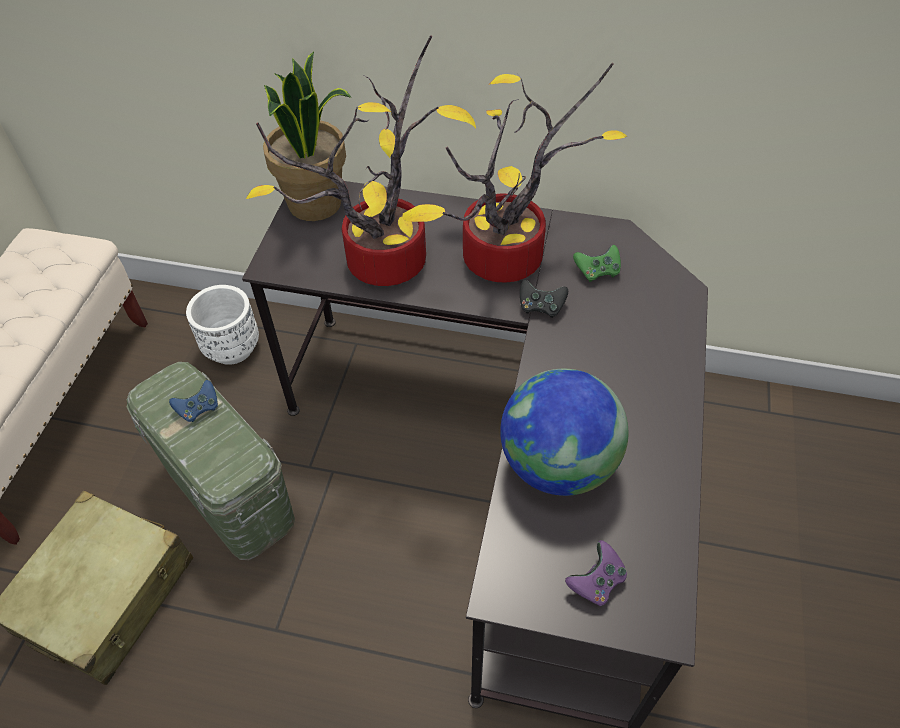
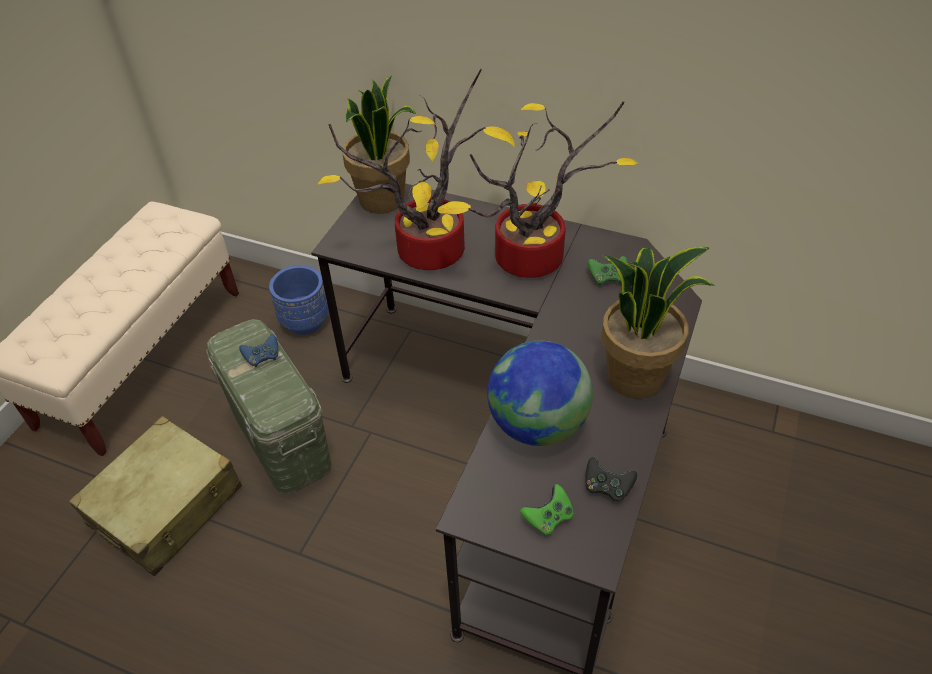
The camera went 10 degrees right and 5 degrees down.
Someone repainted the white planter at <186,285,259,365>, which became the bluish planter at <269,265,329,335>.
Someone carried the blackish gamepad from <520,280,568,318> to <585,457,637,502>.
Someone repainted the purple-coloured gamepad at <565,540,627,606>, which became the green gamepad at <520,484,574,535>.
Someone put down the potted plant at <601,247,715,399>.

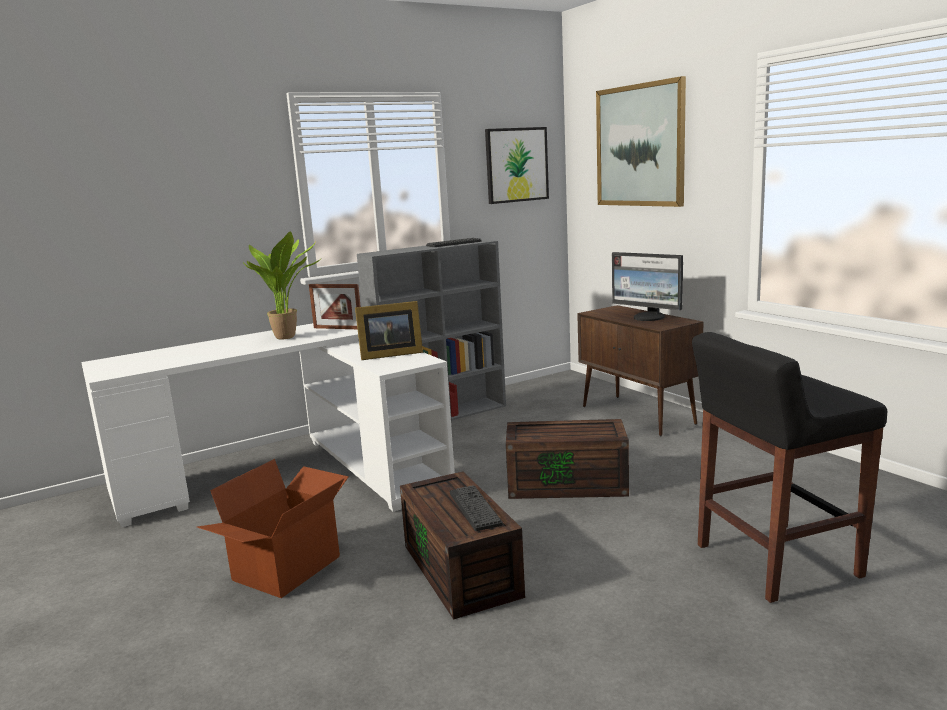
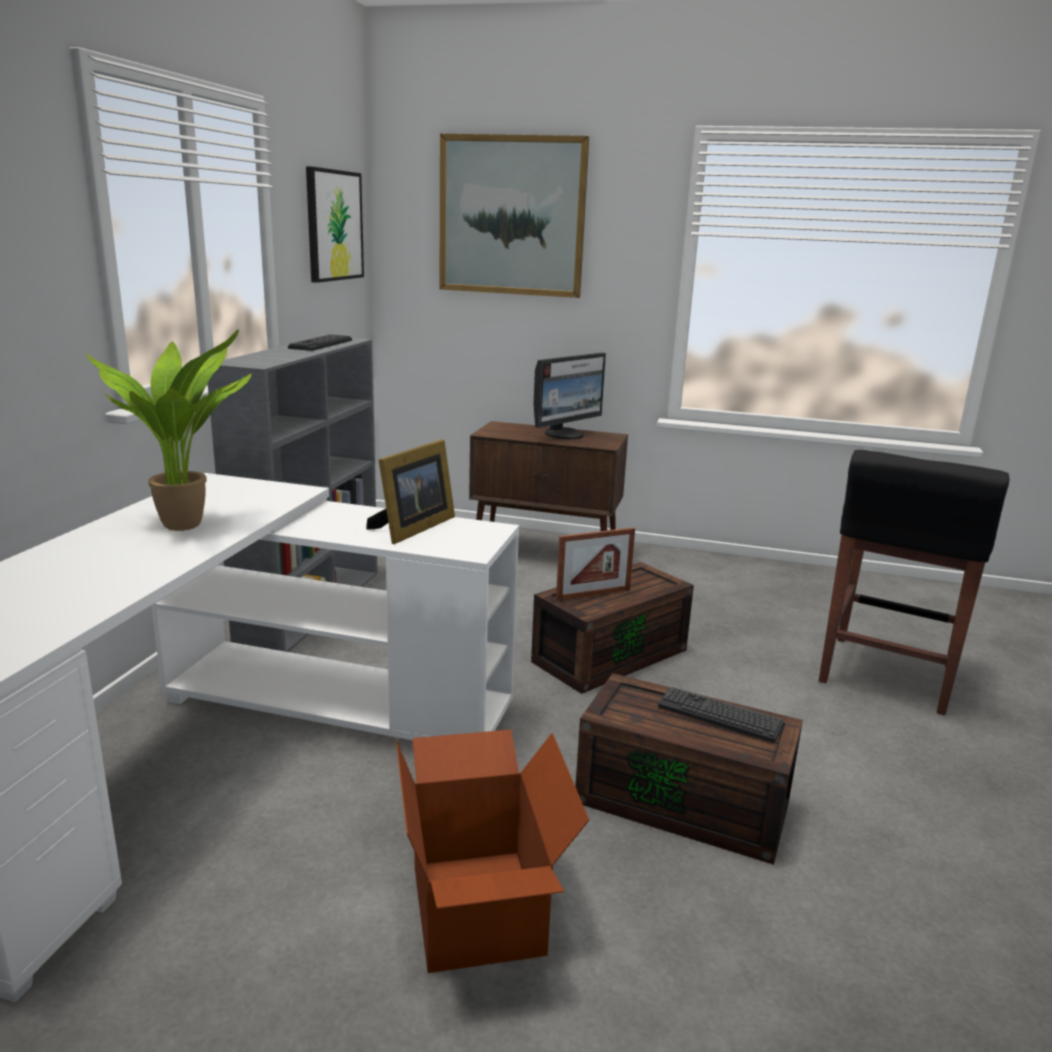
The camera went 45 degrees left and 5 degrees up.
Someone carried the picture frame from <309,284,361,329> to <556,528,635,601>.
Someone rotated the computer screen at <612,252,683,321> by 45 degrees counterclockwise.

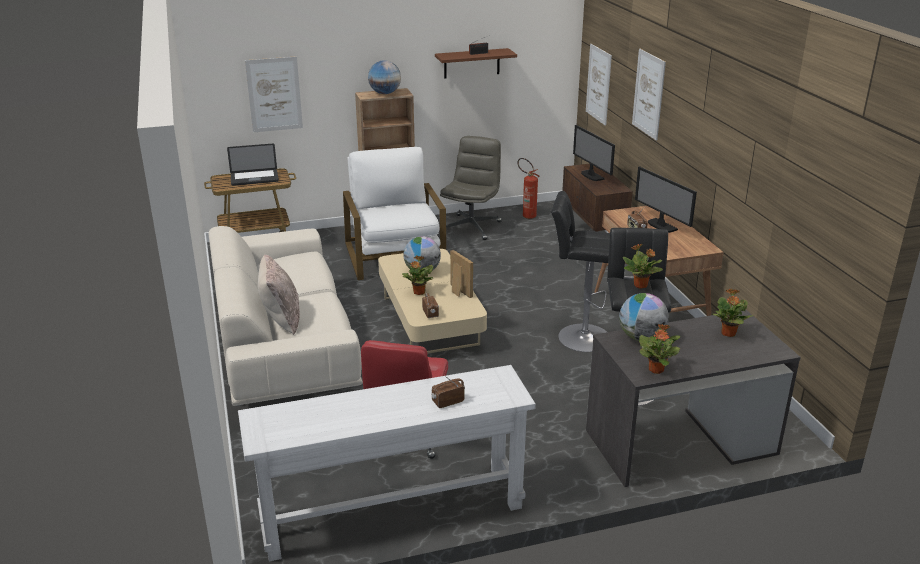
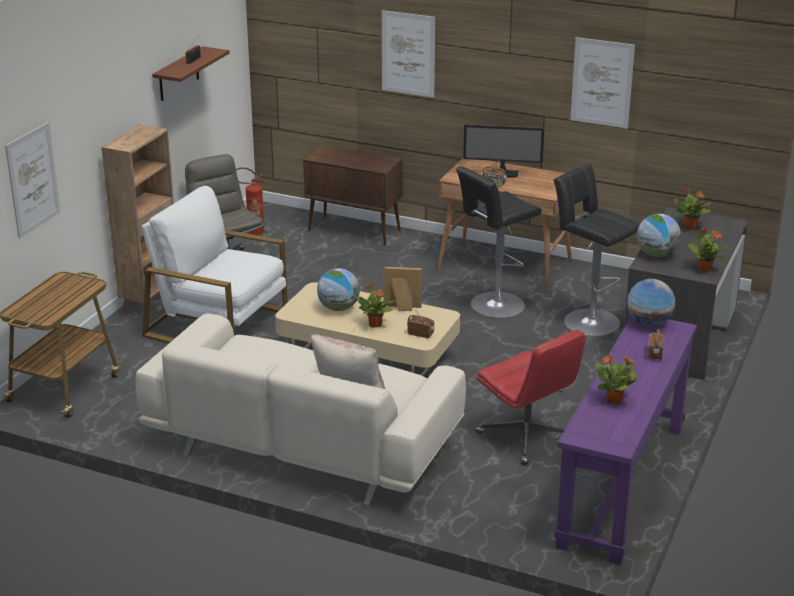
The camera went 50 degrees left and 0 degrees up.
Someone took away the portable computer at <227,144,279,186>.
Someone repainted the white hall table at <238,365,536,562>, which became the purple-coloured hall table at <554,317,697,565>.
Someone carried the world globe from <368,60,401,94> to <627,279,675,327>.
Someone took away the computer screen at <573,125,615,181>.
Someone carried the wall art from <586,44,612,126> to <570,37,635,129>.
Someone carried the potted plant from <623,244,663,289> to <595,354,639,404>.

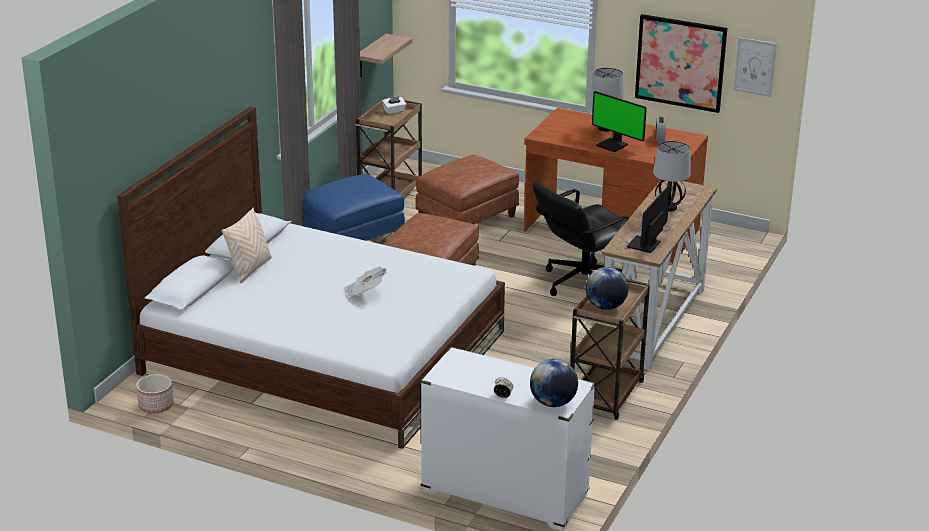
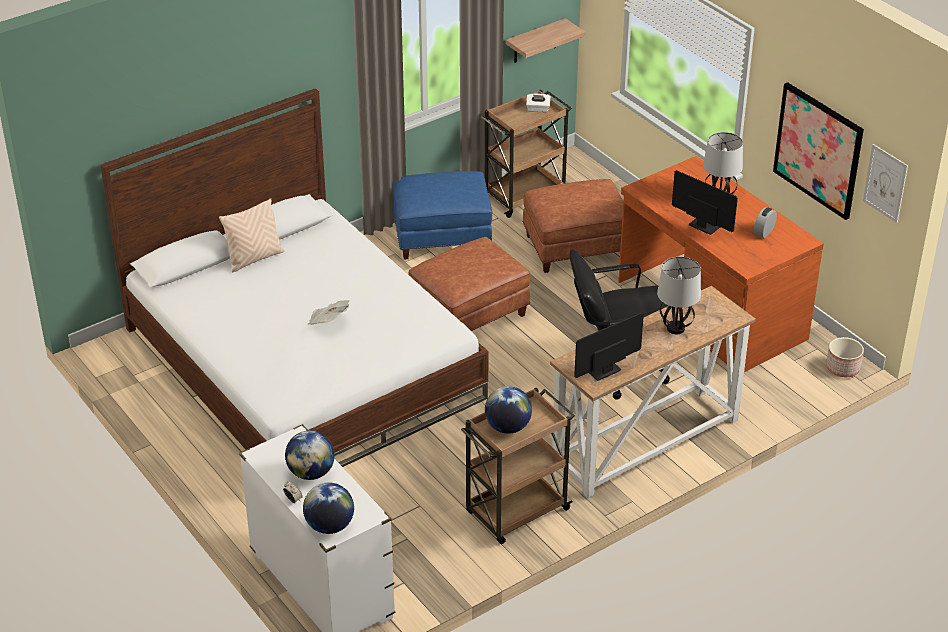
The camera went 30 degrees right and 10 degrees up.
Someone carried the planter from <136,374,174,414> to <826,337,864,377>.
Someone rotated the computer screen at <592,91,647,152> by 150 degrees clockwise.
Someone put down the world globe at <285,430,335,480>.

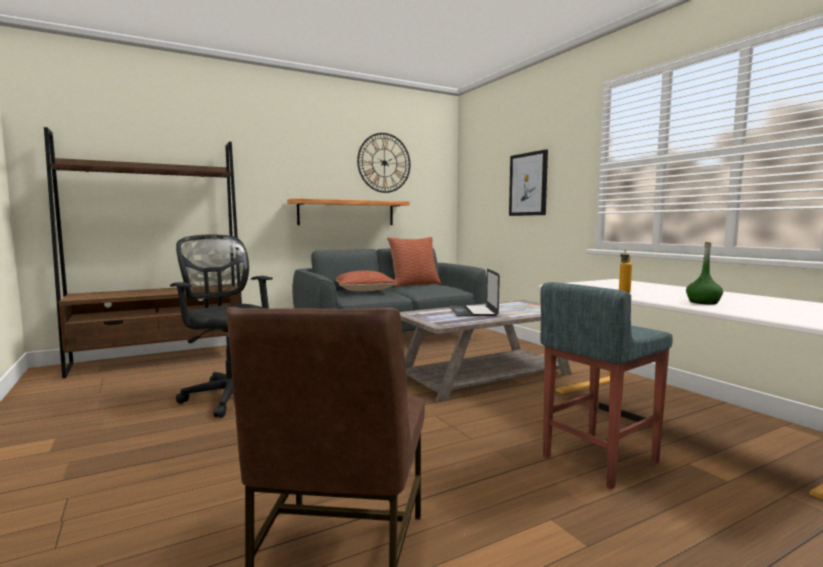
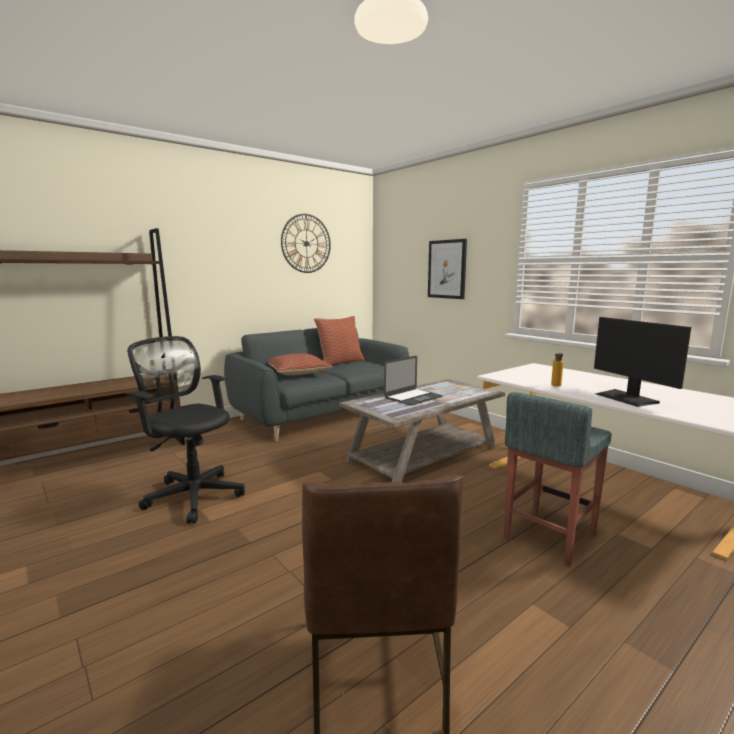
The camera went 10 degrees left and 5 degrees up.
Someone took away the shelf at <287,198,410,225>.
Someone rotated the portable computer at <450,269,500,316> by 120 degrees counterclockwise.
Someone swapped the green bottle at <686,242,723,304> for the computer screen at <594,317,691,407>.

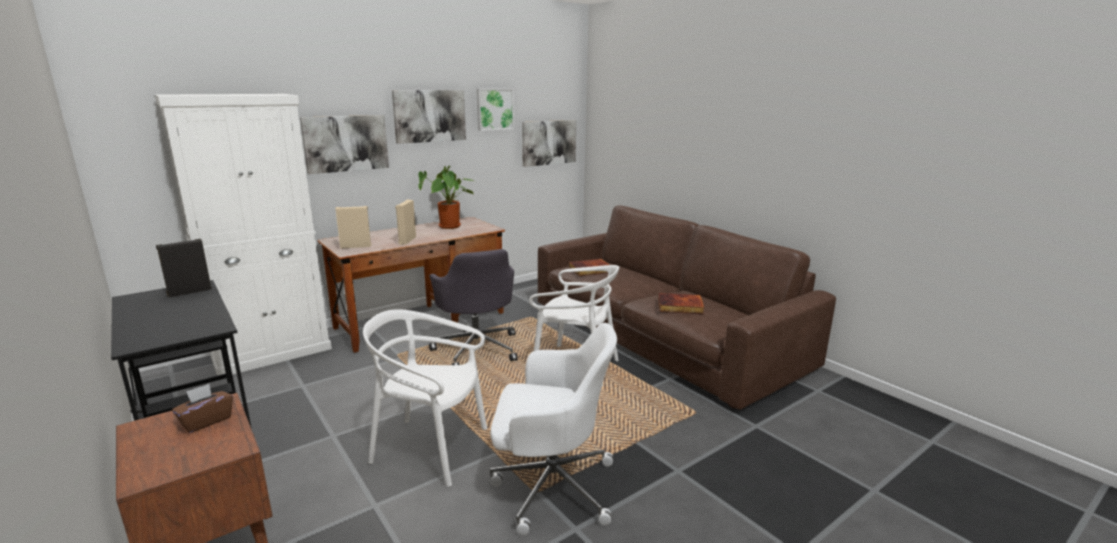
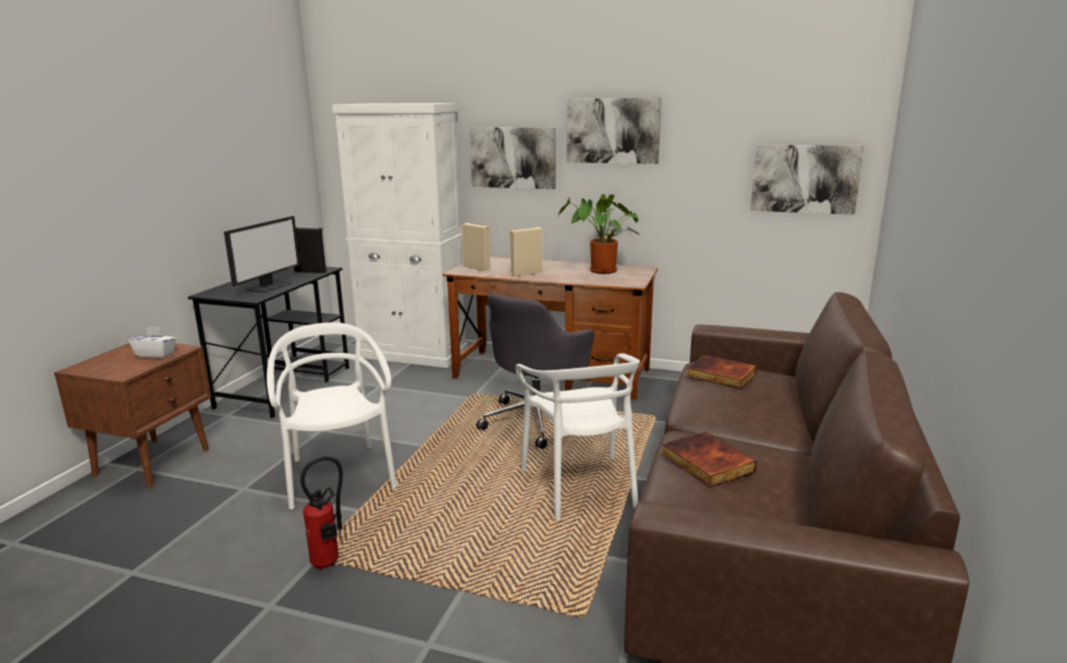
The camera went 55 degrees right and 0 degrees up.
Someone repainted the brown-coloured tissue holder at <172,384,233,433>, which became the white tissue holder at <129,326,176,358>.
Someone took away the wall art at <476,89,514,131>.
Someone swapped the white office chair at <490,323,617,536> for the extinguisher at <300,456,343,570>.
Someone put down the computer screen at <224,216,300,293>.

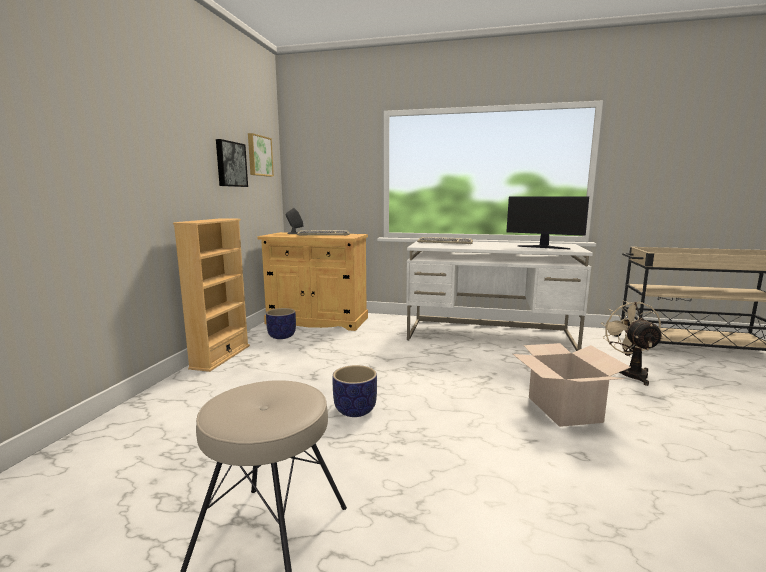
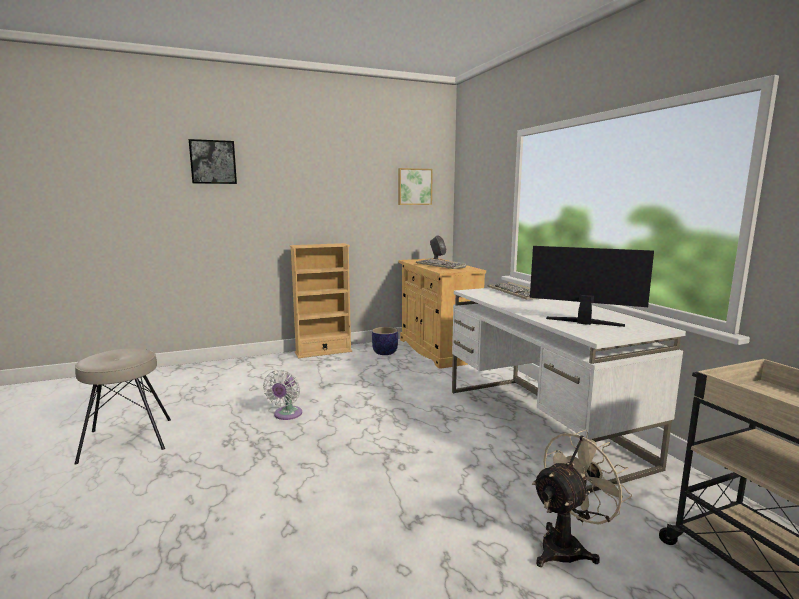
The camera went 55 degrees right and 0 degrees up.
Someone carried the wall art from <216,139,248,187> to <189,139,237,184>.
Someone swapped the planter at <333,365,377,417> for the white fan at <263,370,302,420>.
Someone rotated the computer screen at <506,197,589,250> by 120 degrees clockwise.
Someone took away the packing box at <513,343,631,427>.

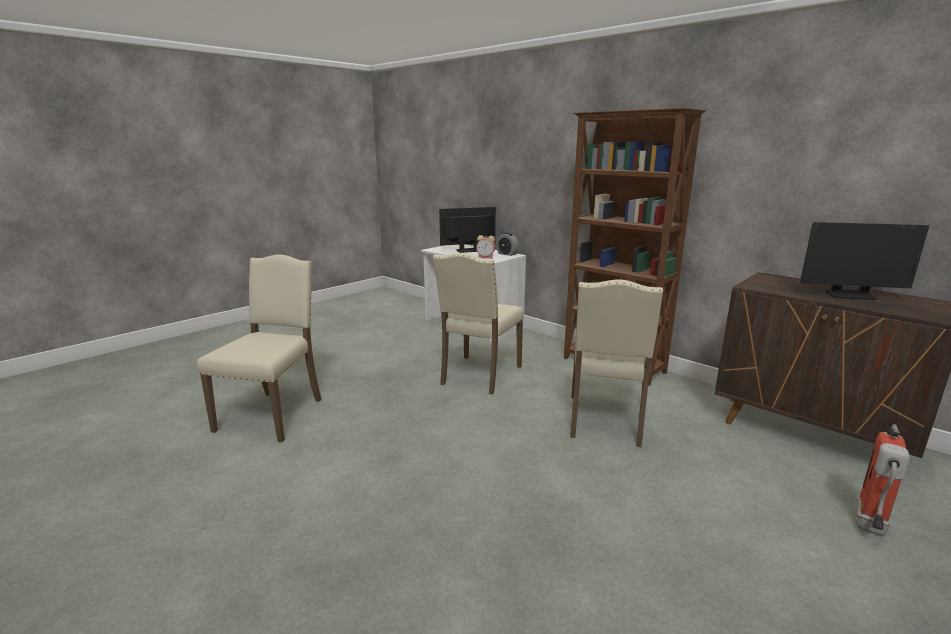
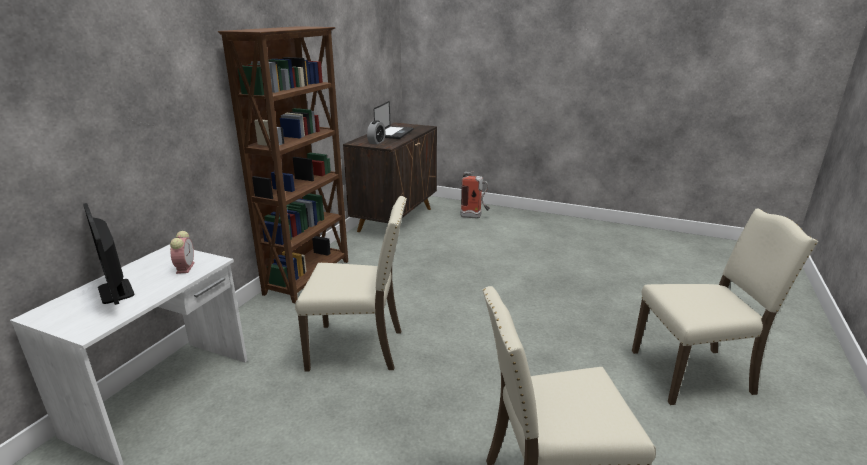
The camera went 110 degrees left and 5 degrees up.
Someone carried the bedside clock from <496,233,519,256> to <367,120,385,144>.
Someone carried the beige chair from <570,279,663,447> to <632,209,818,405>.
Someone swapped the computer screen at <800,222,929,300> for the portable computer at <374,101,414,139>.

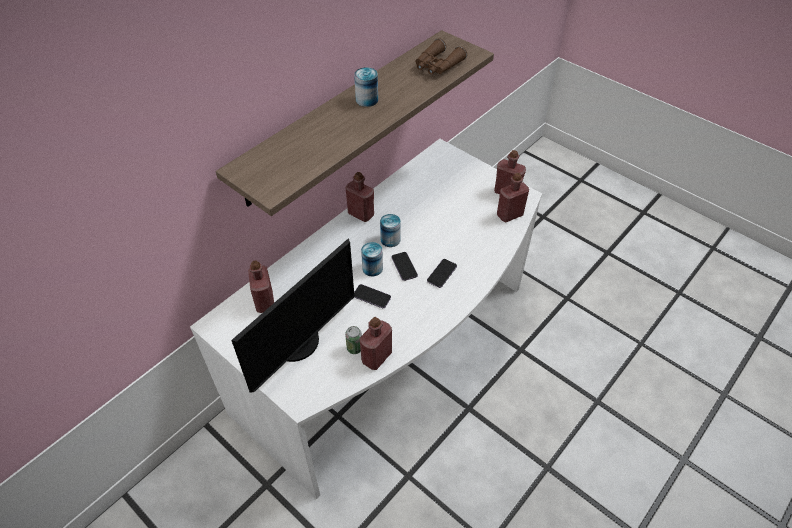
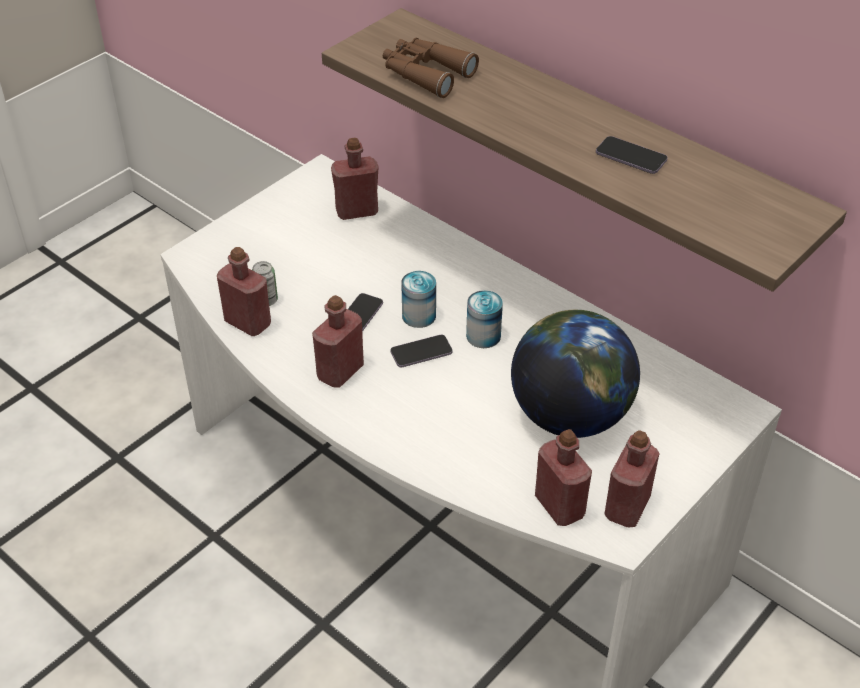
The camera went 90 degrees right and 5 degrees down.
Someone took away the computer screen at <231,238,355,392>.
Someone carried the red-coloured bottle from <345,172,374,222> to <312,295,364,388>.
Someone took away the can at <354,67,378,107>.
Someone carried the brown-coloured field glasses from <416,38,467,75> to <383,38,479,98>.
Someone carried the phone from <427,259,457,288> to <596,136,668,174>.
Someone put down the world globe at <511,310,640,438>.

